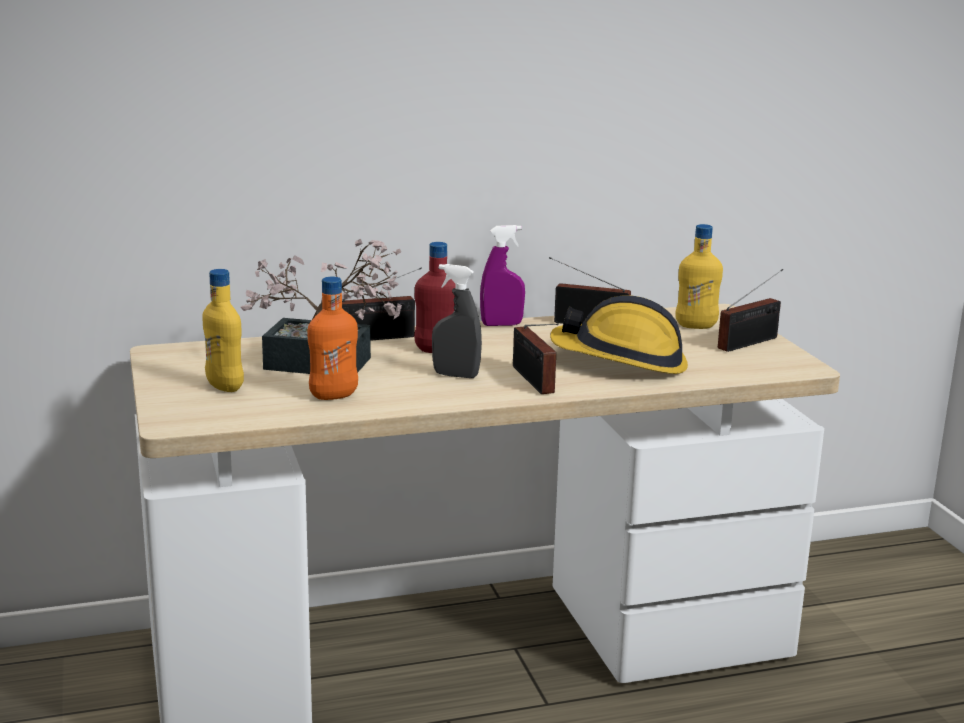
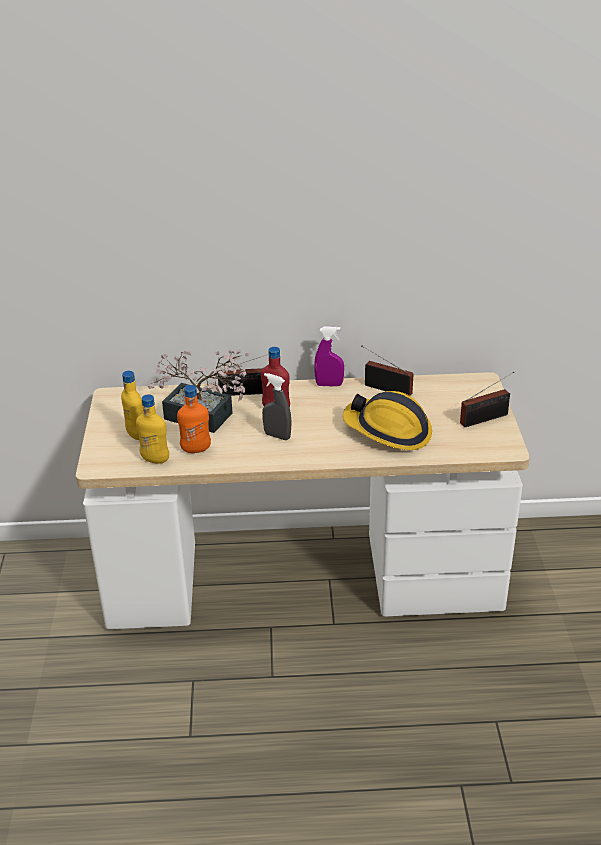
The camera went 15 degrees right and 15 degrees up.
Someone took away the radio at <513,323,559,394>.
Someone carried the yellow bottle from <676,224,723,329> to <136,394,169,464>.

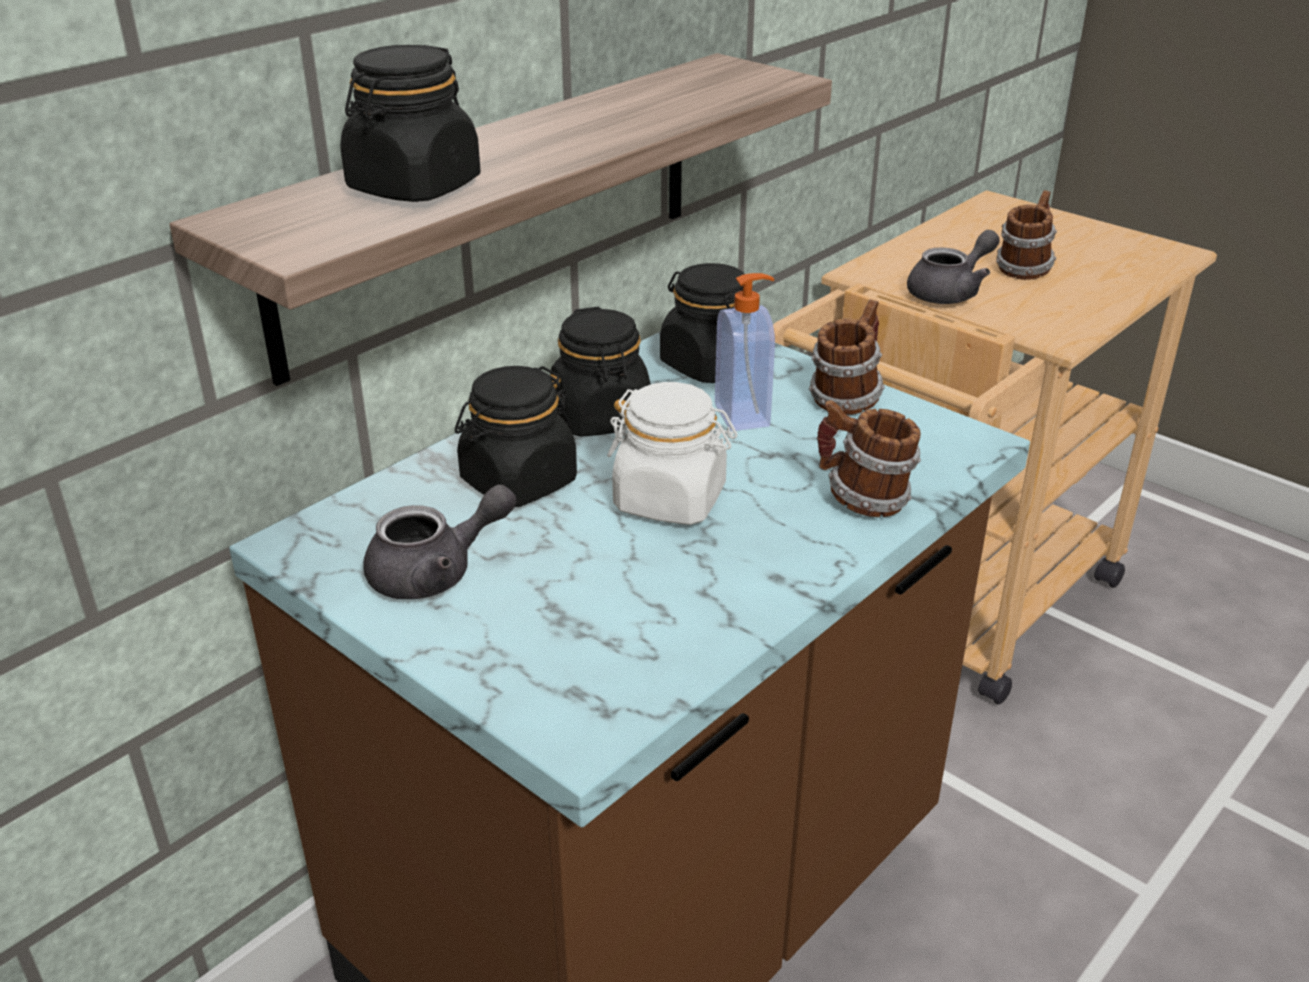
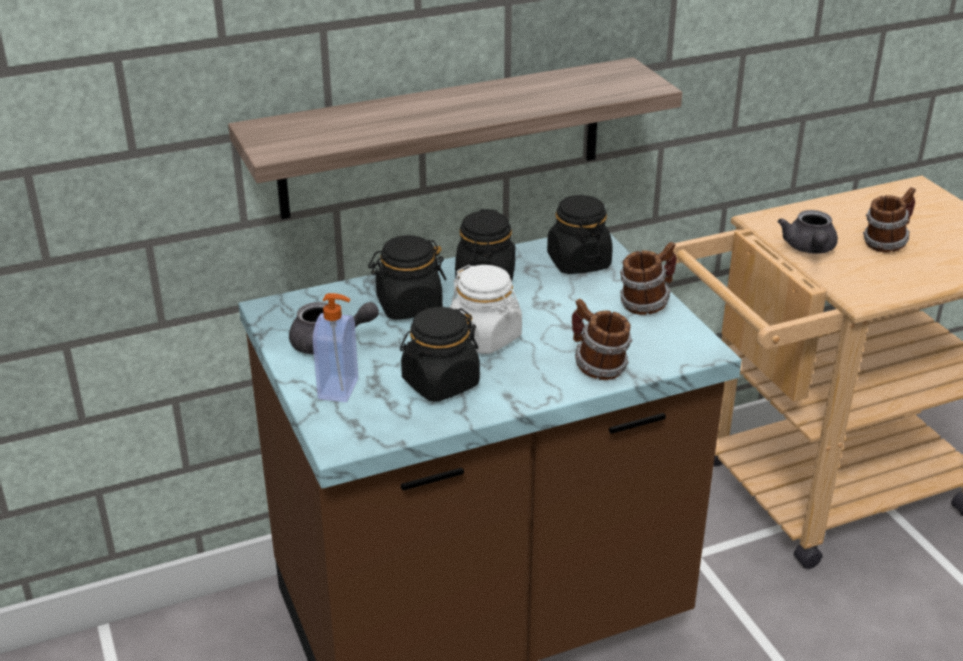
The camera went 25 degrees right and 0 degrees up.
Someone carried the blackish storage jar from <340,45,481,202> to <400,307,480,402>.
Someone carried the soap dispenser from <715,273,775,431> to <313,293,358,402>.
Someone rotated the greyish tea pot at <907,230,1000,304> by 105 degrees clockwise.

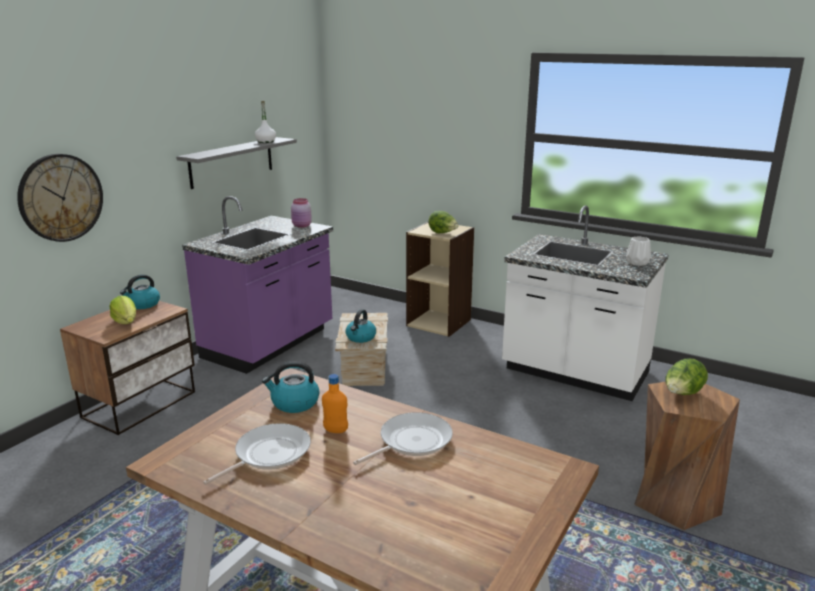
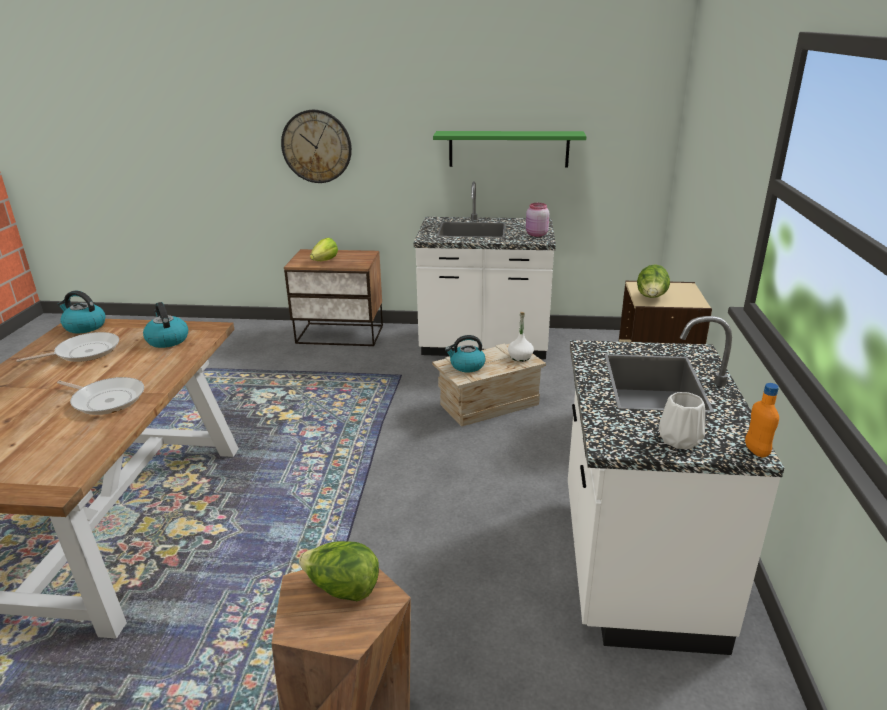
The camera went 65 degrees right and 5 degrees up.
Someone carried the kettle from <120,274,160,309> to <58,291,106,334>.
Someone repainted the greyish shelf at <176,137,297,189>, which became the green shelf at <433,131,586,168>.
Someone repainted the purple-coloured kitchen base unit at <182,196,333,374>, which became the white kitchen base unit at <413,181,556,359>.
Someone rotated the skillet at <203,423,311,485> by 45 degrees counterclockwise.
Someone carried the white bottle from <255,101,276,143> to <508,312,534,362>.
Someone carried the orange-coloured bottle from <322,374,348,433> to <745,383,779,457>.

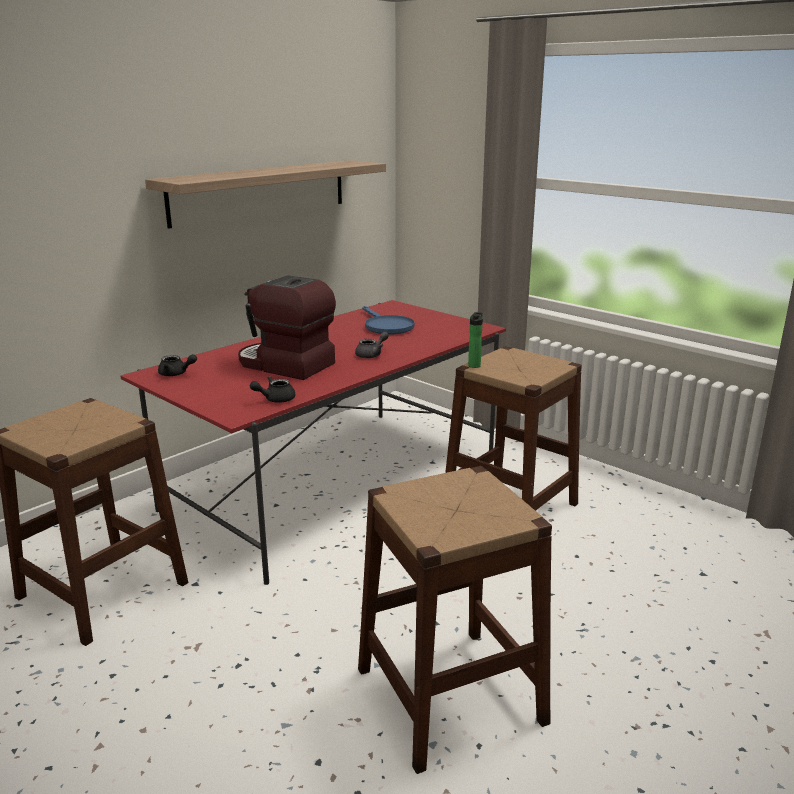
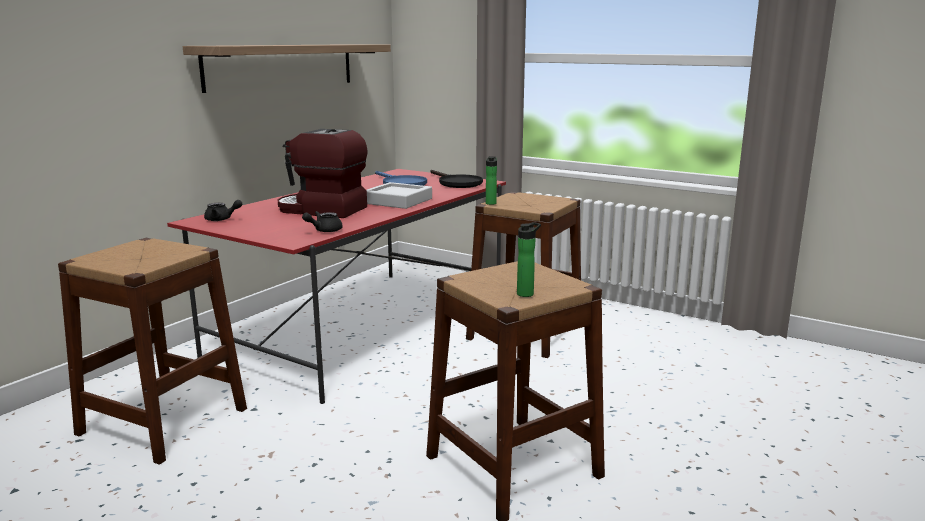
The camera went 10 degrees left and 5 degrees down.
Someone swapped the greyish tea pot at <355,332,389,358> for the greyish tray at <367,182,432,209>.
Someone put down the blackish skillet at <430,170,483,188>.
Someone put down the bottle at <517,222,541,297>.

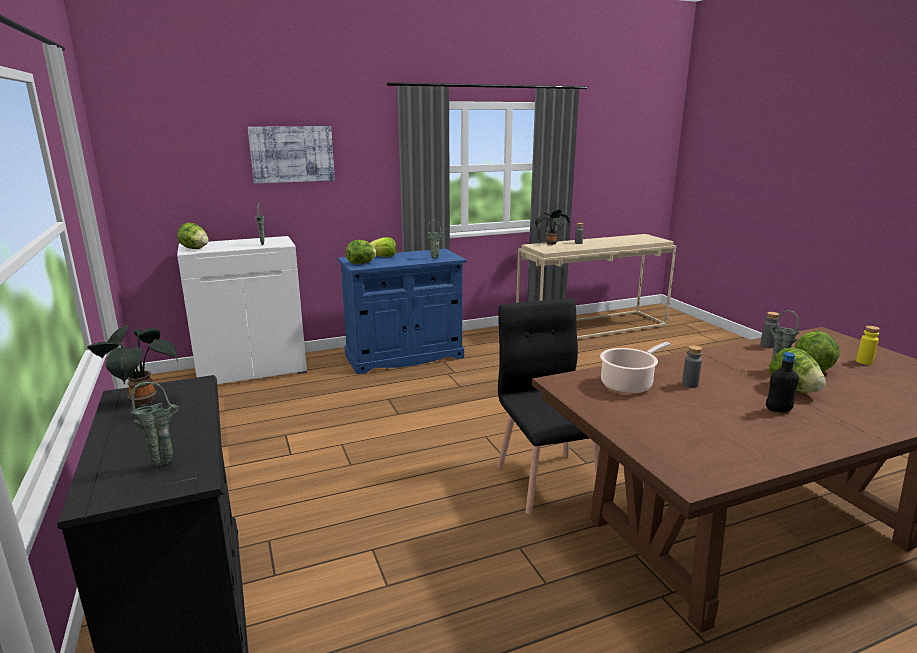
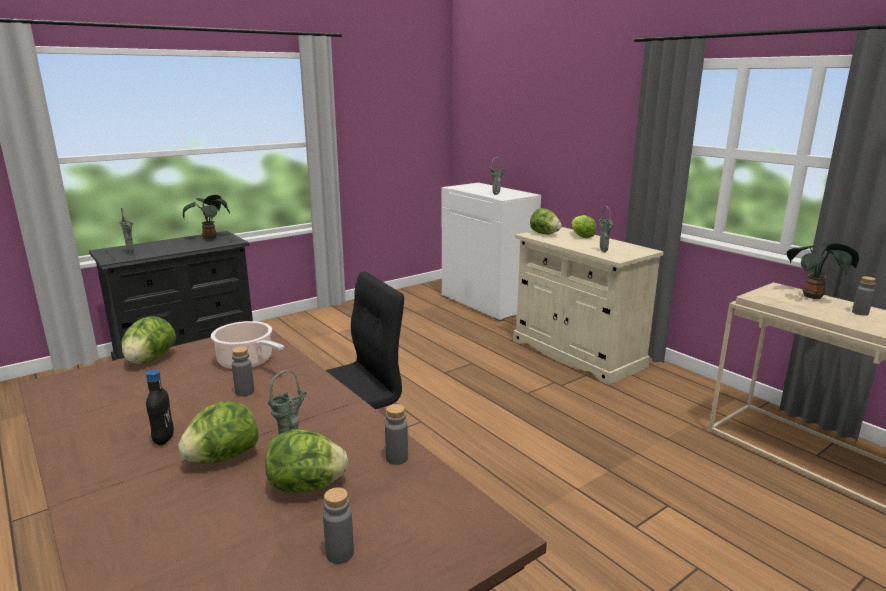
The camera went 75 degrees right and 0 degrees up.
Someone carried the head of lettuce from <177,223,209,249> to <121,316,176,364>.
Someone took away the wall art at <248,126,335,184>.
Someone repainted the bluish cupboard at <338,248,466,375>, which became the beige cupboard at <513,227,664,385>.
Someone repainted the yellow bottle at <856,326,880,365>, which became the greyish bottle at <323,487,354,564>.

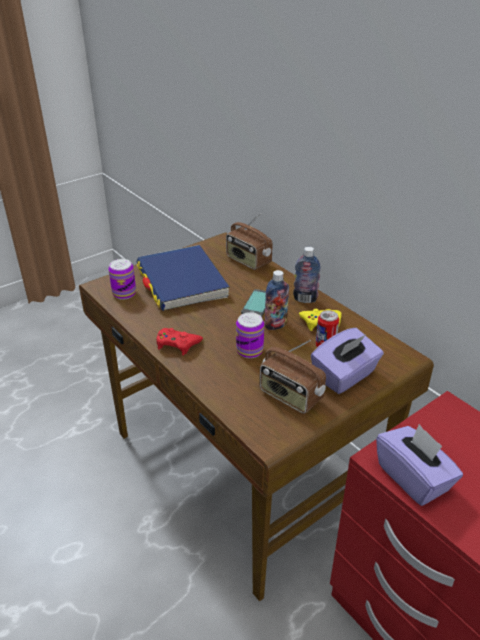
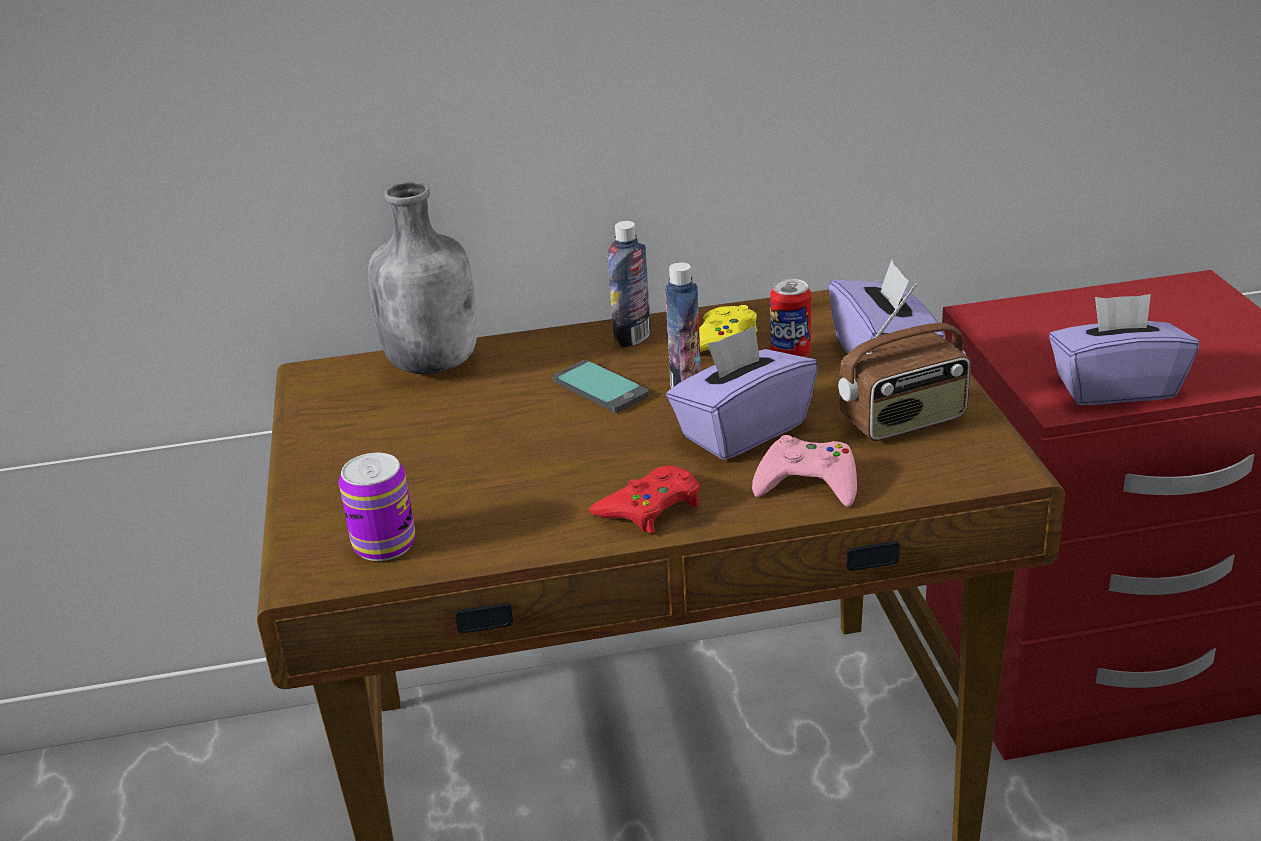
The camera went 60 degrees left and 5 degrees down.
Someone took away the bluish volume at <136,245,230,311>.
Someone swapped the radio at <226,213,272,270> for the greyish bottle at <368,182,477,374>.
Someone swapped the can at <236,312,264,358> for the purple-coloured tissue holder at <666,325,818,460>.
Someone put down the pink-coloured gamepad at <752,435,857,507>.

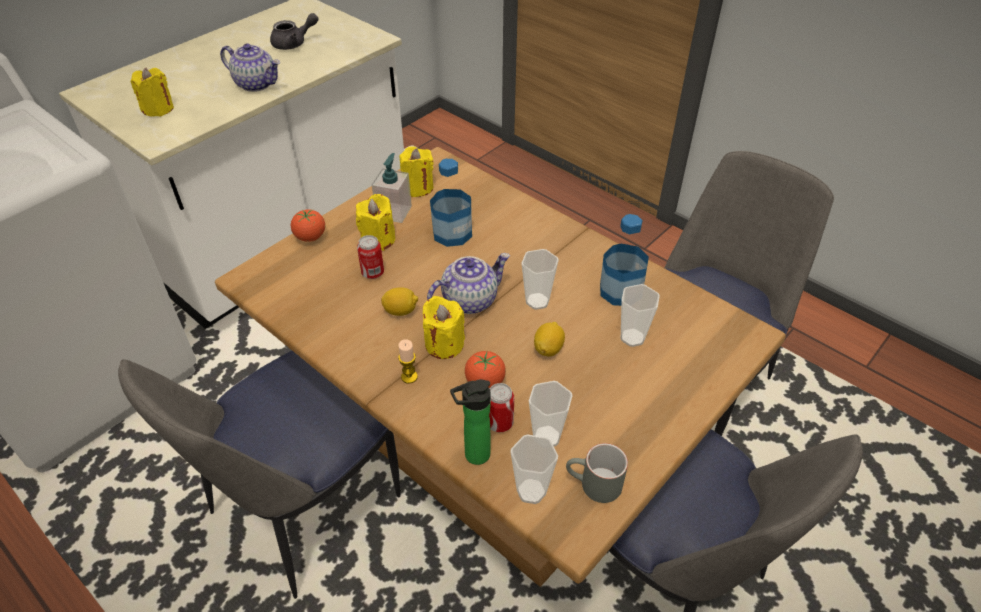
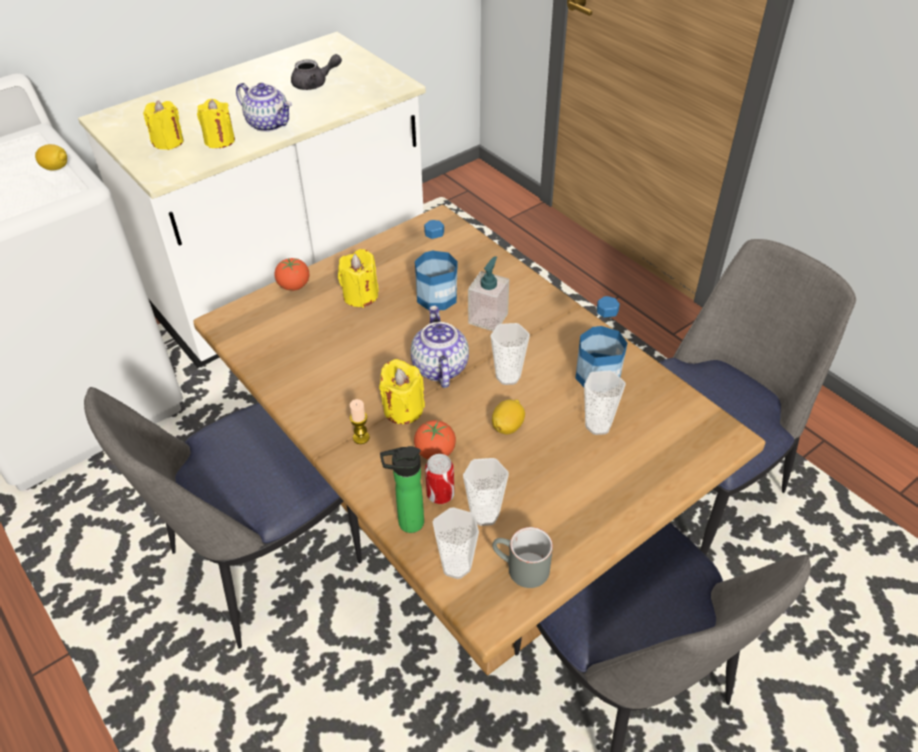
The camera went 10 degrees right and 0 degrees up.
Someone took away the can at <357,235,384,279>.
Someone carried the soap dispenser from <372,153,412,223> to <468,256,509,331>.
Someone carried the whole lemon from <381,287,418,316> to <35,144,67,171>.
Someone carried the yellow wax candle from <400,146,434,197> to <197,99,235,148>.
Someone rotated the tea pot at <427,253,510,314> by 75 degrees counterclockwise.

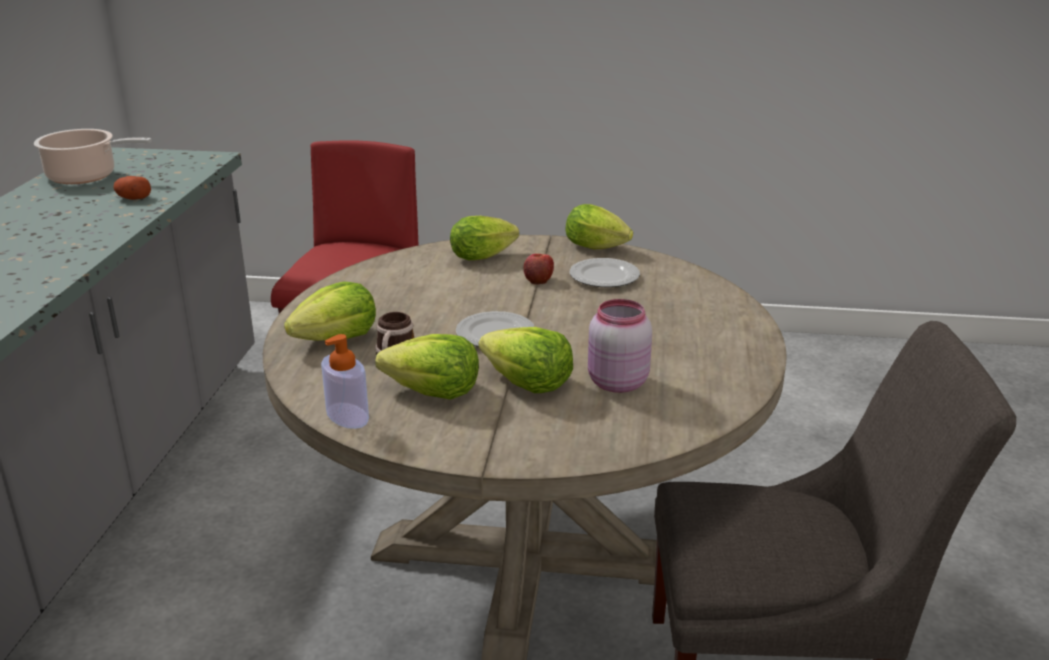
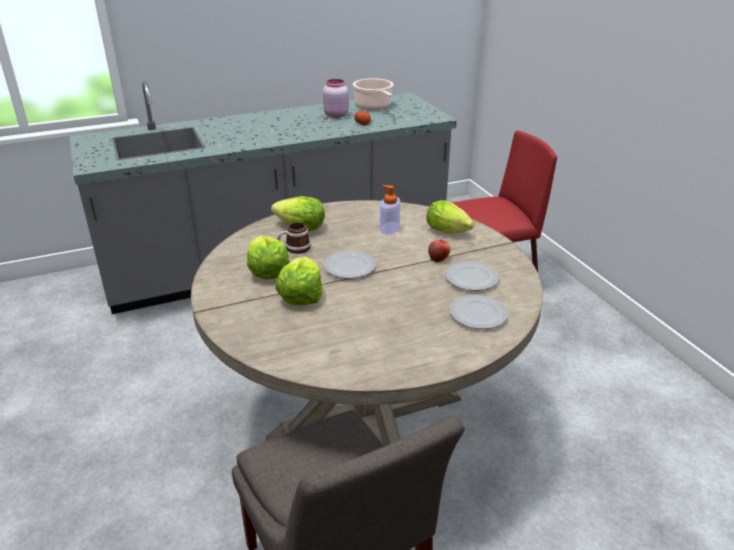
The camera went 60 degrees right and 5 degrees up.
Someone carried the soap dispenser from <321,334,369,429> to <380,185,400,235>.
Someone took away the head of lettuce at <565,204,633,249>.
Someone carried the pink-coloured storage jar from <588,299,652,393> to <323,79,349,118>.
Someone put down the dinner plate at <450,295,508,329>.

